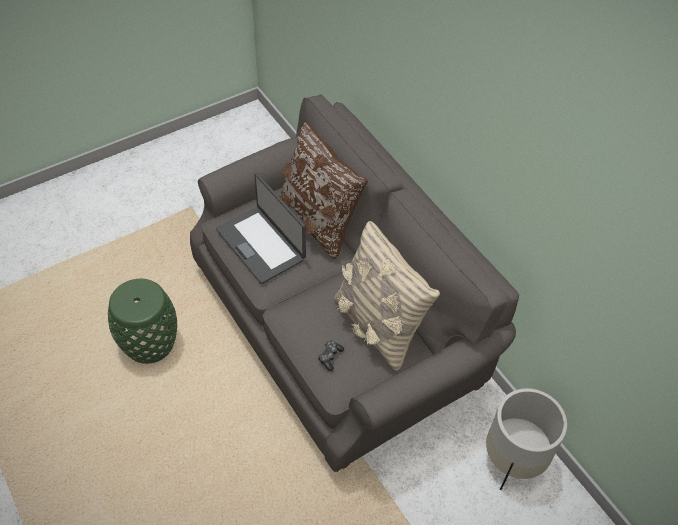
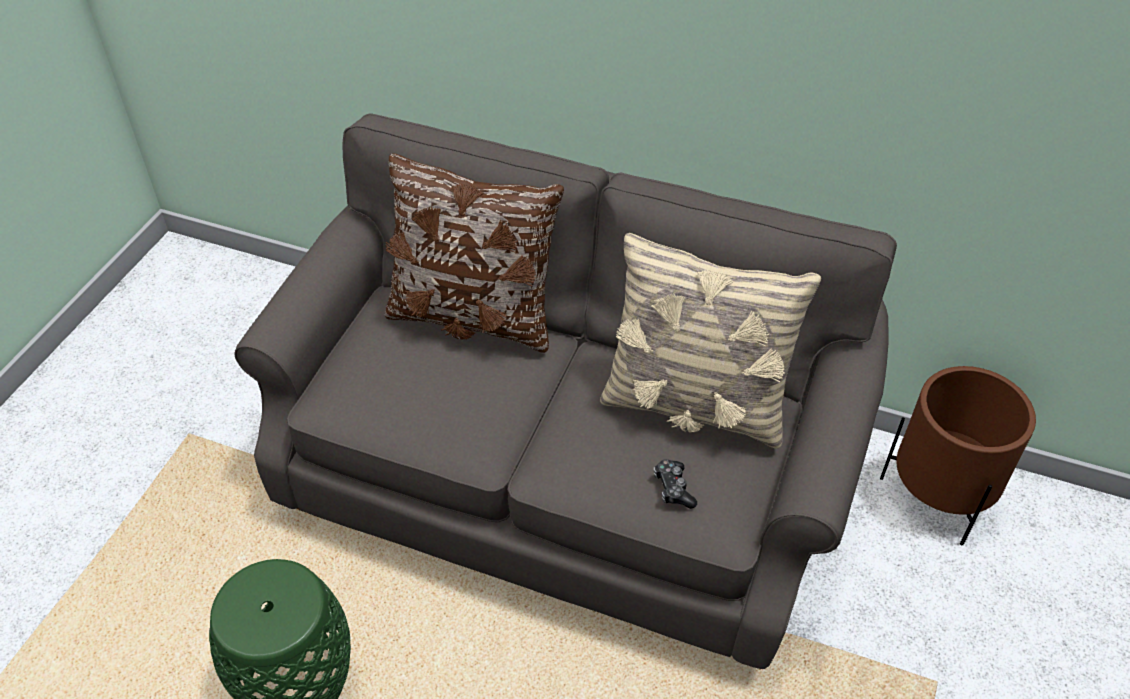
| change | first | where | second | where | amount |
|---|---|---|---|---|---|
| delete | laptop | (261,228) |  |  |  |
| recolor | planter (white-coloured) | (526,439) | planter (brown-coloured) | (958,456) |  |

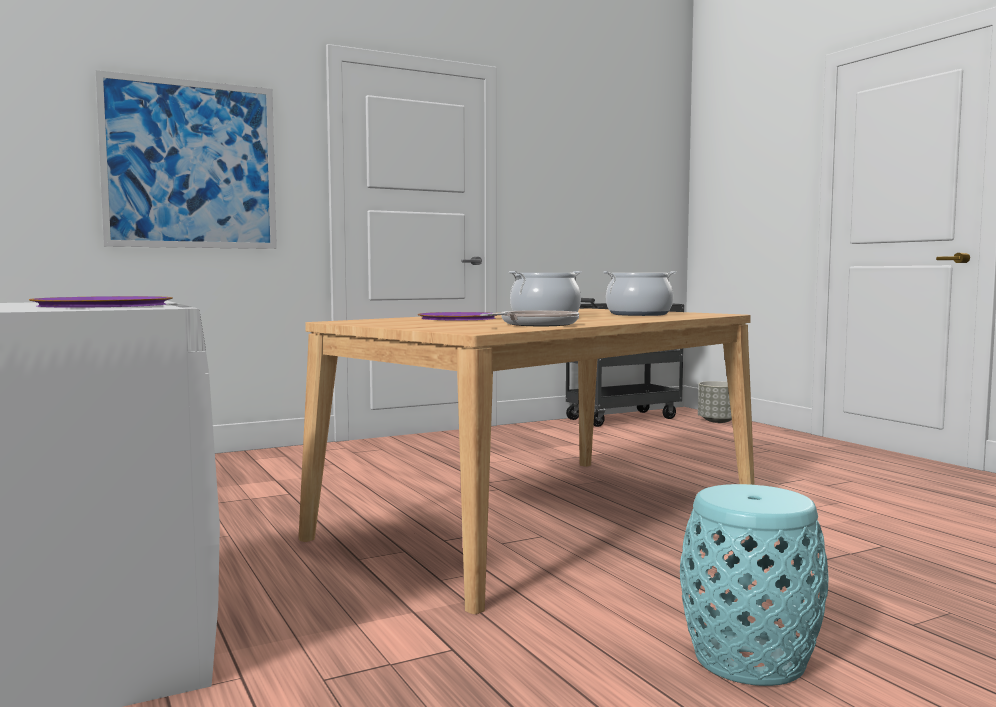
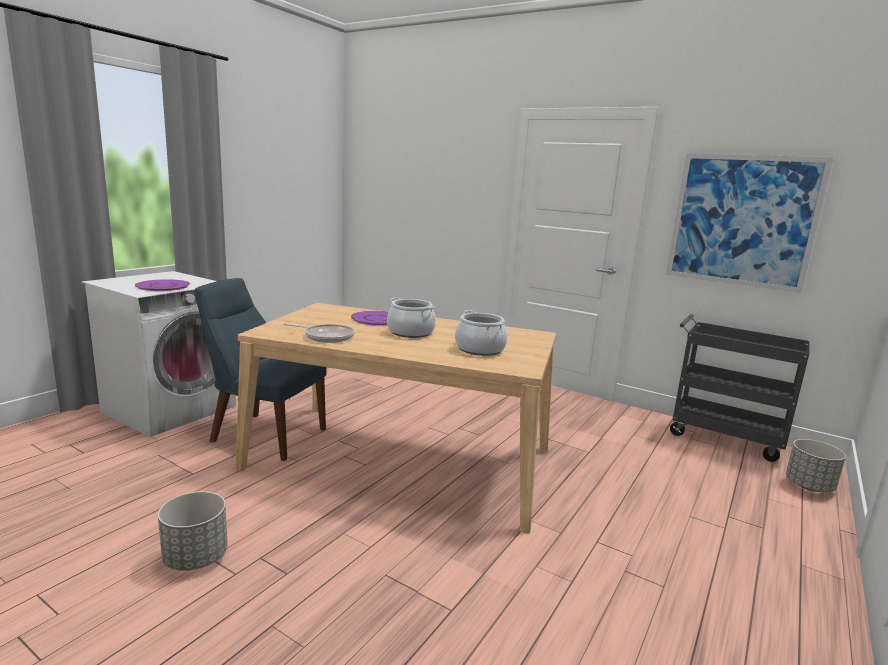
| change | first | where | second | where | amount |
|---|---|---|---|---|---|
| move | picture | (186,159) |  | (749,223) |  |
| replace | stool (turquoise) | (754,585) | planter (greyish) | (193,531) |  |
| insert |  |  | chair (bluish) | (261,369) |  |

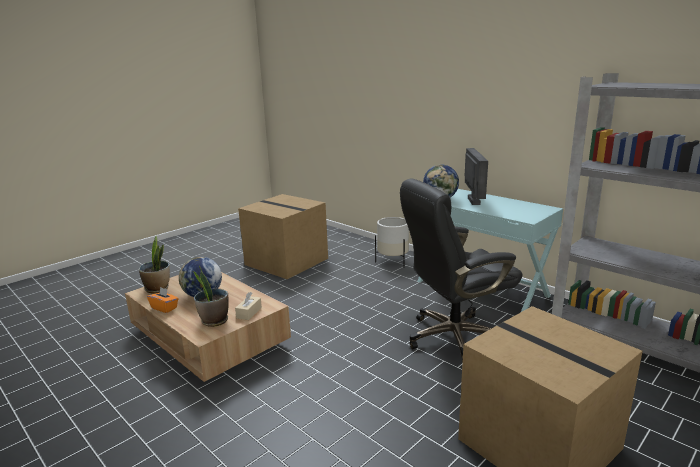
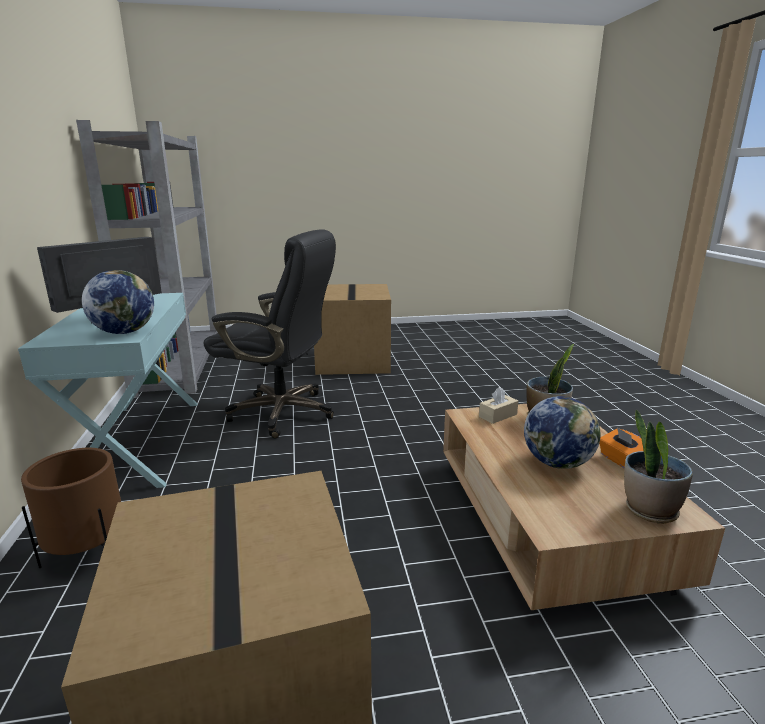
| change | first | where | second | where | amount |
|---|---|---|---|---|---|
| recolor | planter (white-coloured) | (392,242) | planter (brown-coloured) | (71,508) |  |

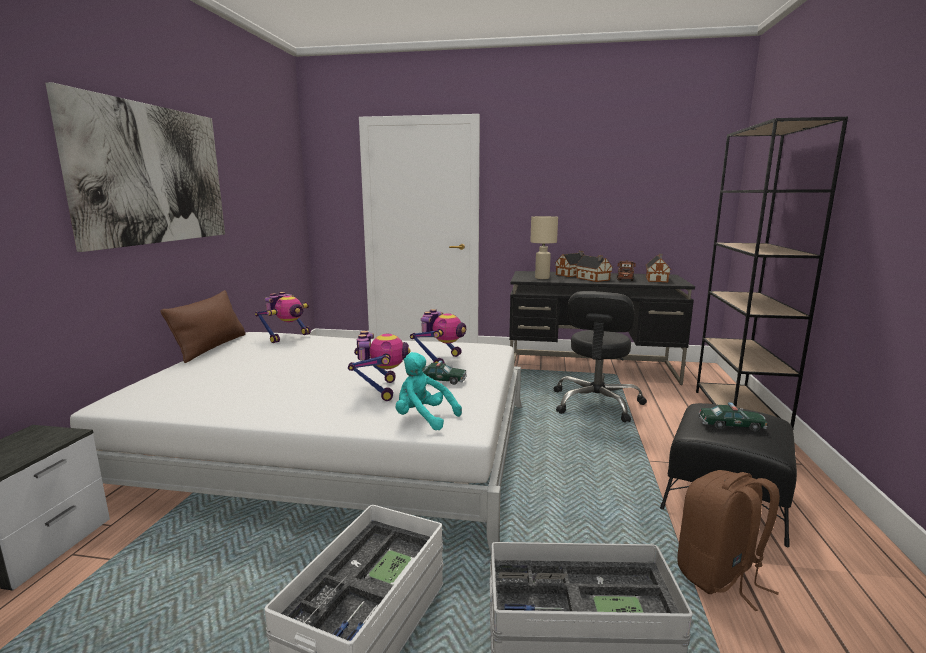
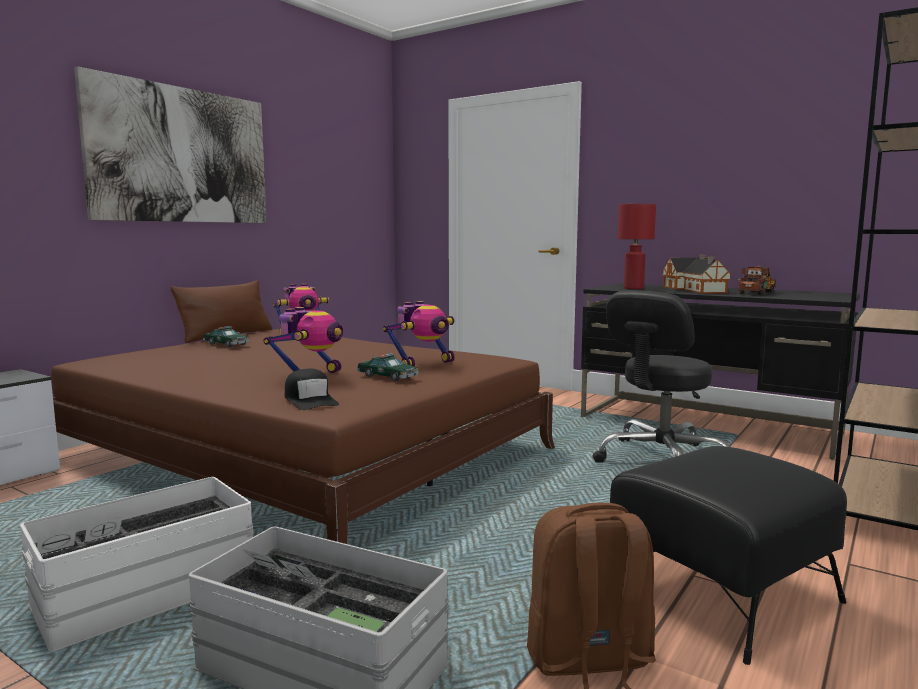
| change | first | where | second | where | amount |
|---|---|---|---|---|---|
| recolor | tabletop lamp (sand-coloured) | (544,247) | tabletop lamp (reddish) | (637,246) |  |
| delete | miniature house | (658,268) |  |  |  |
| recolor | bed (white-coloured) | (296,442) | bed (brown-coloured) | (303,436) |  |
| replace | soft toy (turquoise) | (429,391) | baseball cap (black-coloured) | (312,389) |  |
| move | model car | (733,416) |  | (226,336) |  |

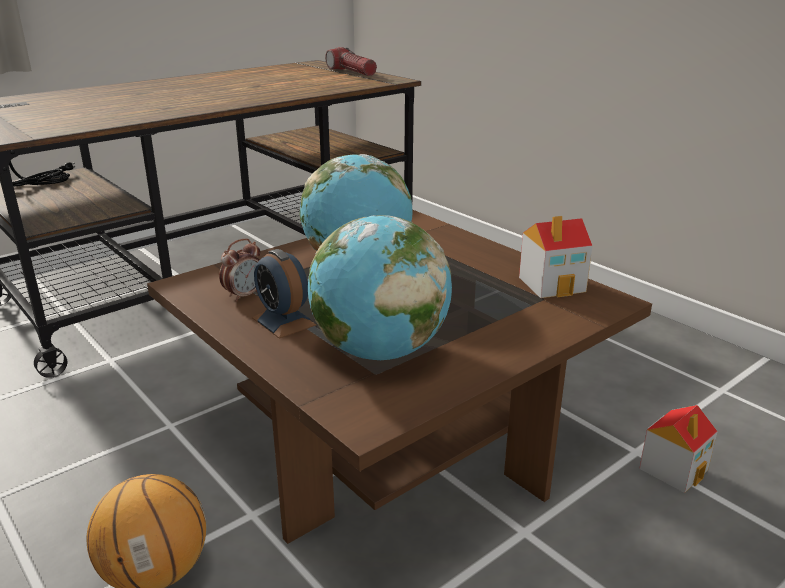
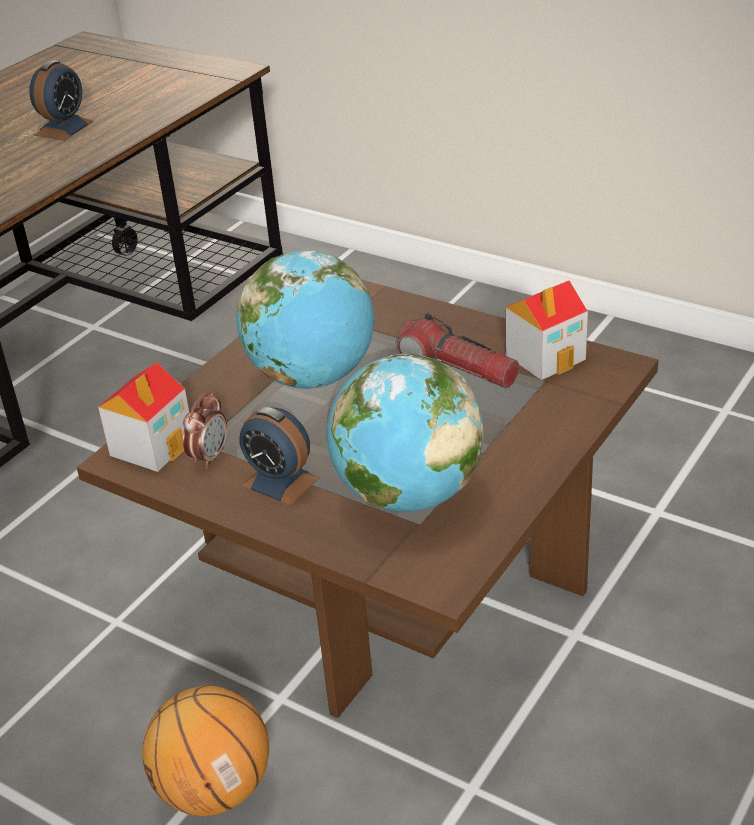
| change | first | where | second | where | amount |
|---|---|---|---|---|---|
| move | hand torch | (351,61) |  | (458,350) |  |
| move | miniature house | (678,449) |  | (143,417) |  |
| insert |  |  | bedside clock | (61,100) |  |

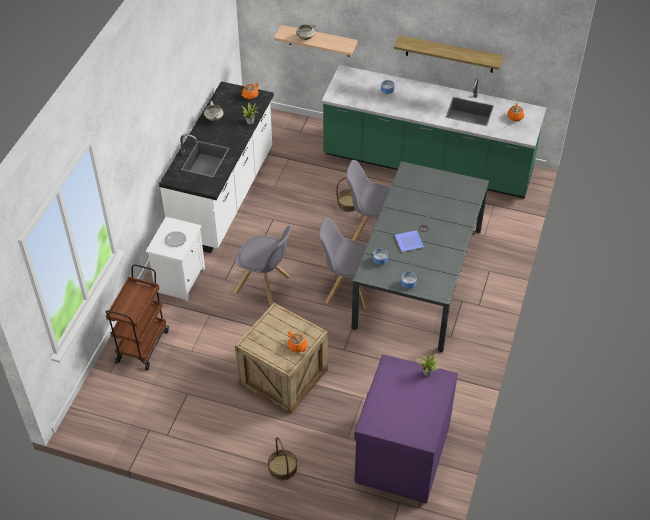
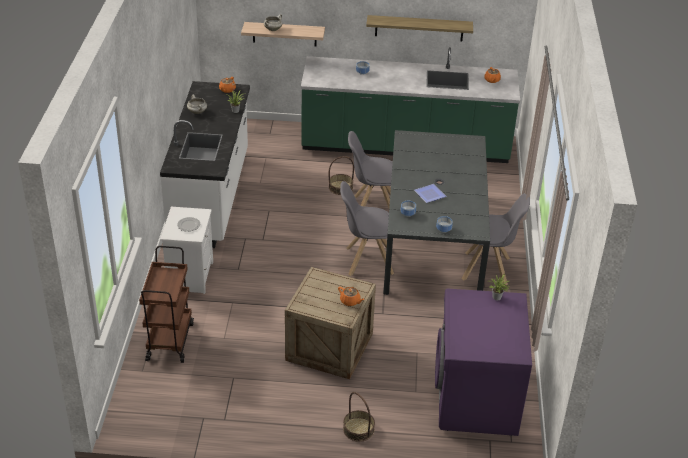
| change | first | where | second | where | amount |
|---|---|---|---|---|---|
| move | chair (greyish) | (263,265) |  | (495,239) |  |

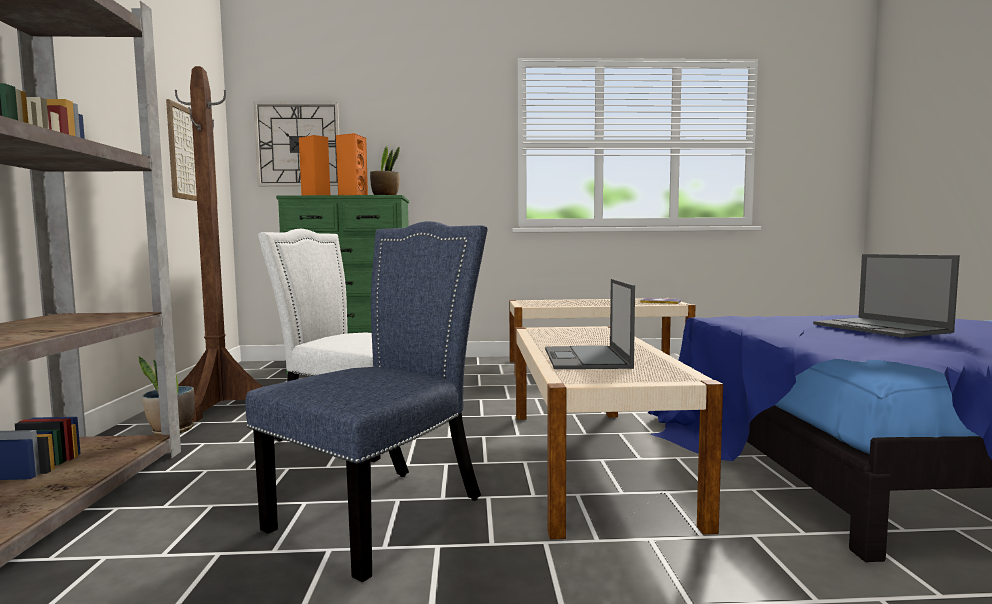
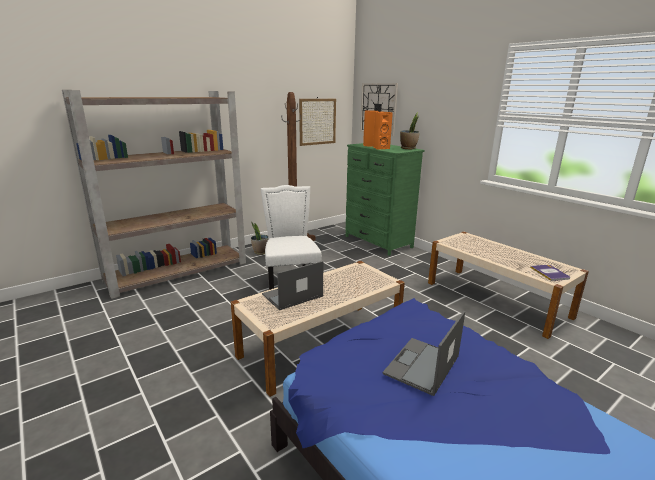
| change | first | where | second | where | amount |
|---|---|---|---|---|---|
| delete | chair (bluish) | (366,401) |  |  |  |

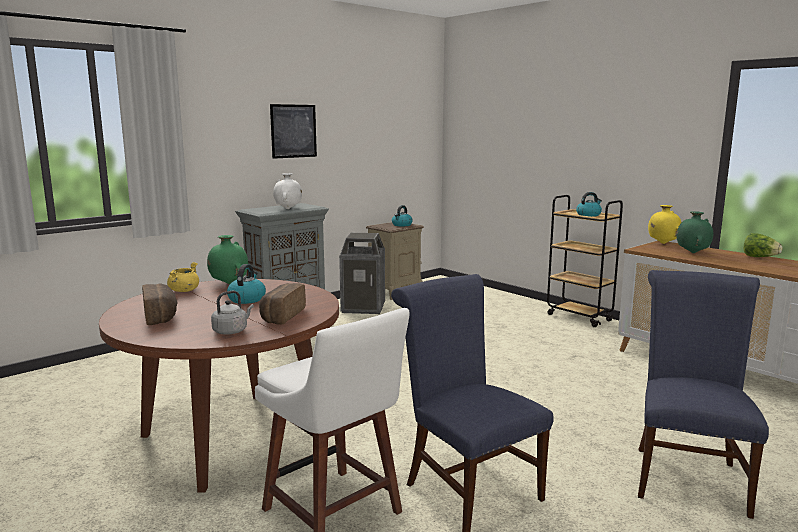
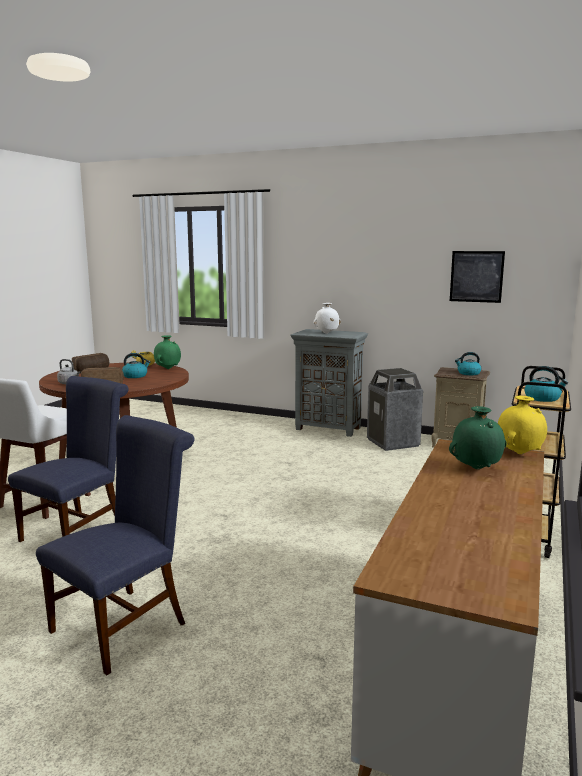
| change | first | where | second | where | amount |
|---|---|---|---|---|---|
| move | picture | (293,131) |  | (477,277) |  |
| delete | lettuce head | (763,245) |  |  |  |
| rotate | chair (bluish) | (703,394) |  | (115,545) | 45 degrees counterclockwise |

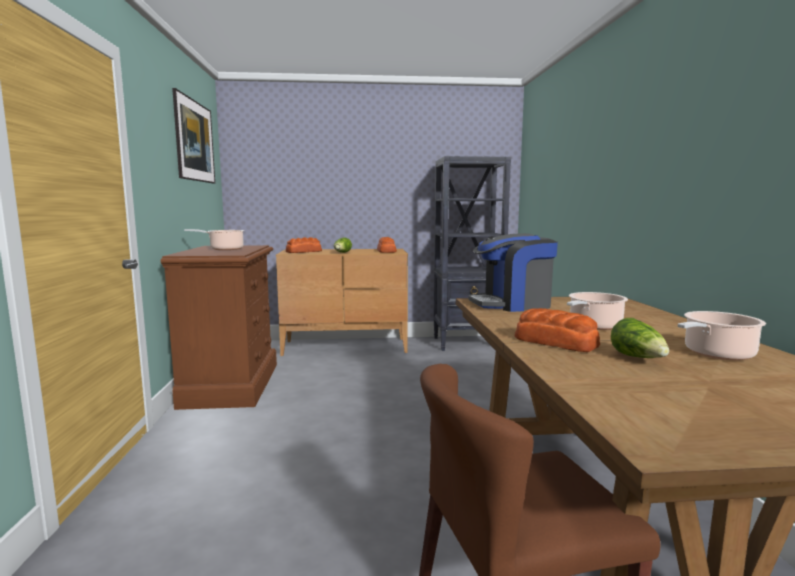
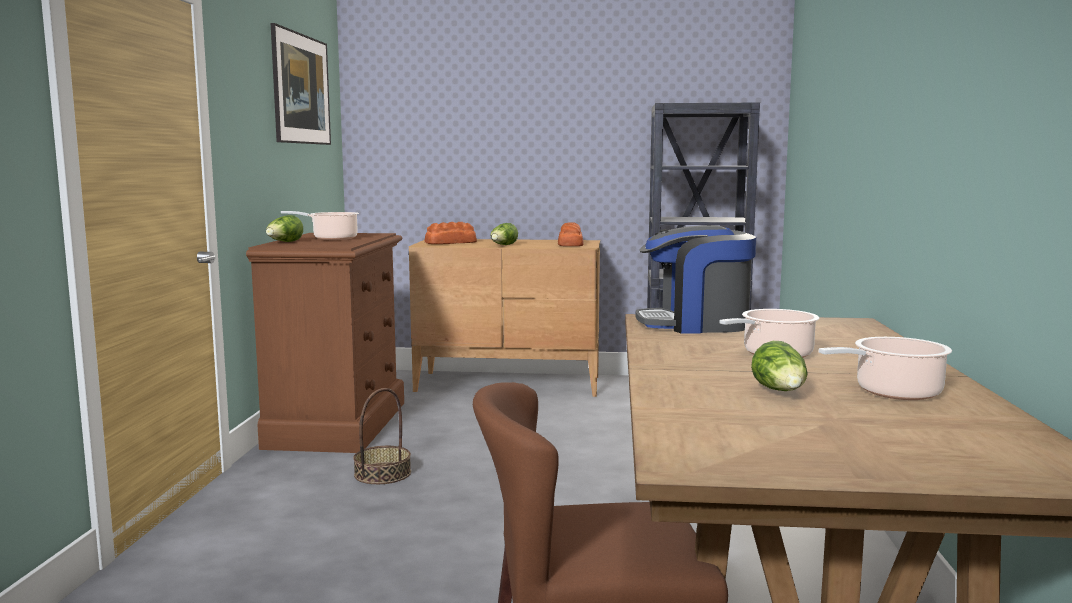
| change | first | where | second | where | amount |
|---|---|---|---|---|---|
| delete | baked bread | (557,330) |  |  |  |
| insert |  |  | lettuce head | (284,228) |  |
| insert |  |  | household basket | (382,436) |  |

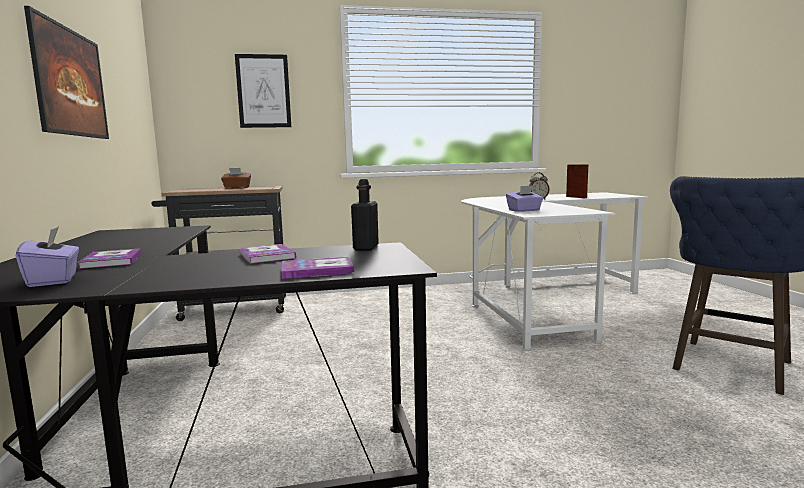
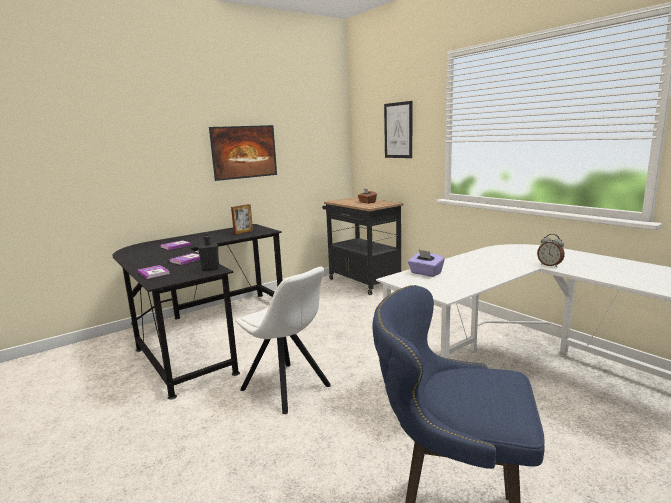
| change | first | where | second | where | amount |
|---|---|---|---|---|---|
| move | standing frame | (577,181) |  | (242,219) |  |
| delete | box of tissues (purple-coloured) | (47,256) |  |  |  |
| insert |  |  | chair (white-coloured) | (283,340) |  |

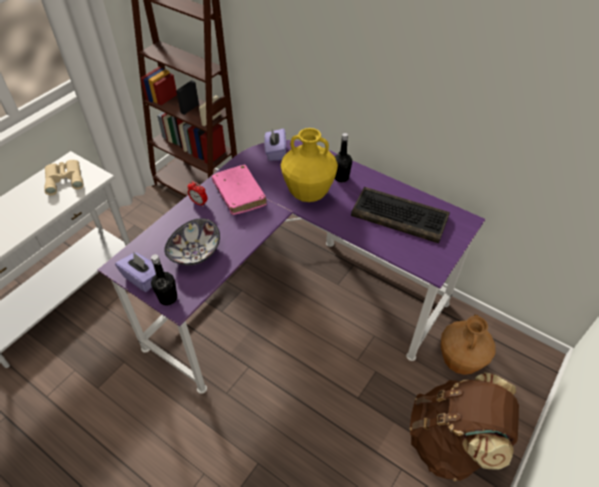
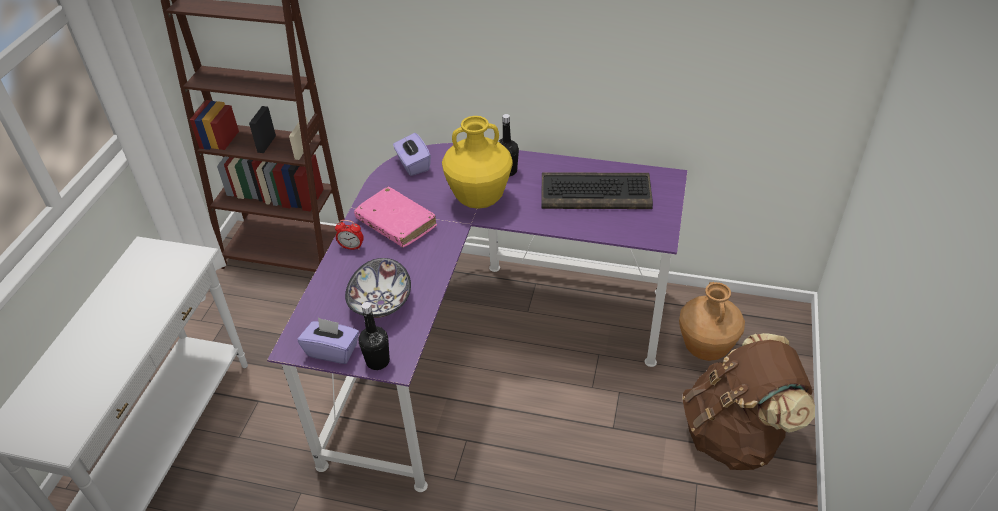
| change | first | where | second | where | amount |
|---|---|---|---|---|---|
| delete | pair of binoculars (sand-coloured) | (64,177) |  |  |  |

